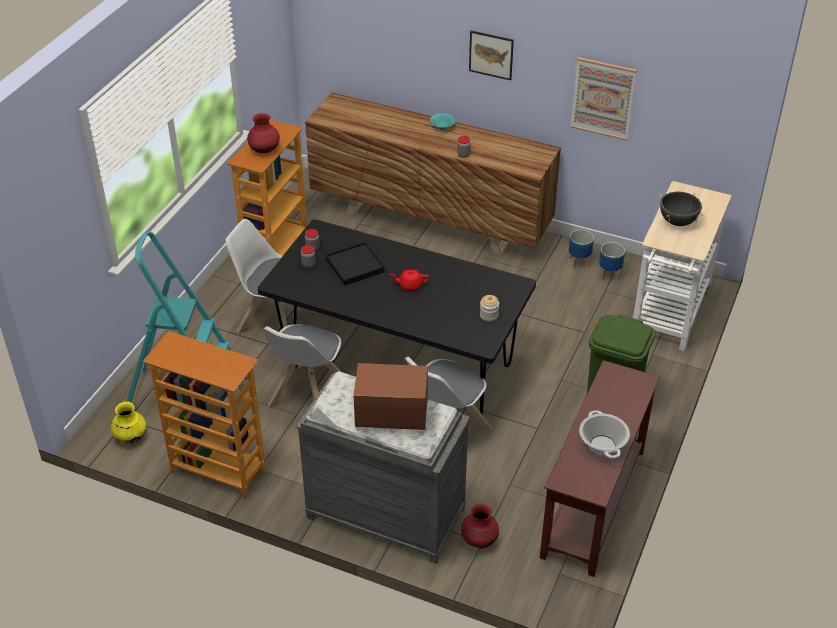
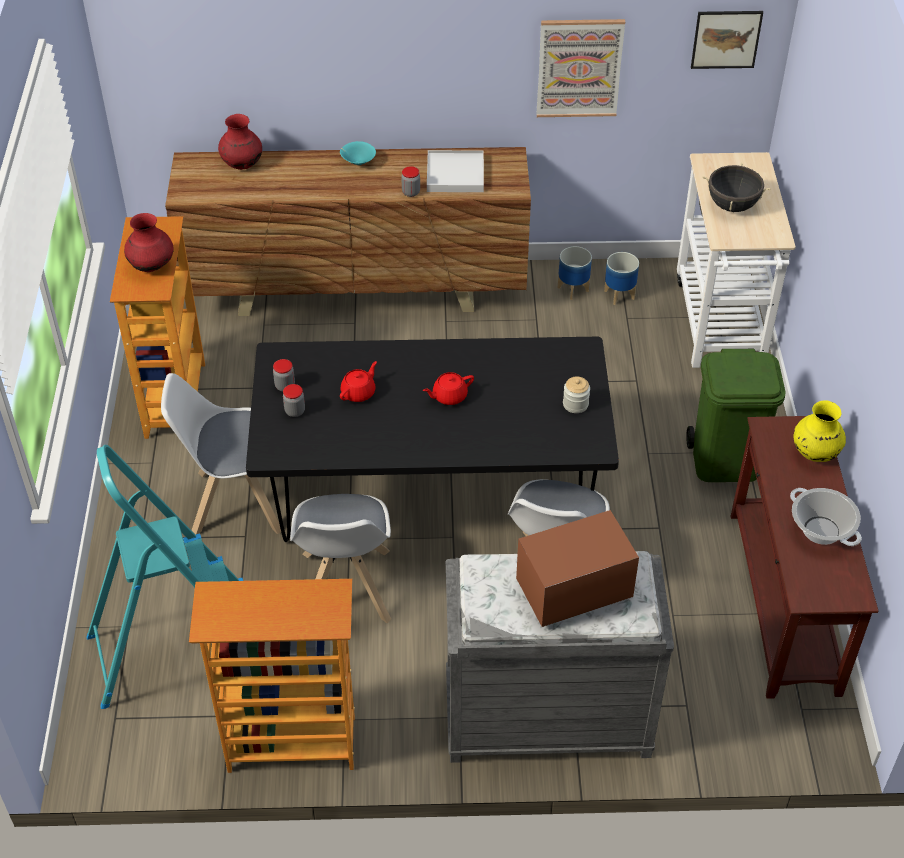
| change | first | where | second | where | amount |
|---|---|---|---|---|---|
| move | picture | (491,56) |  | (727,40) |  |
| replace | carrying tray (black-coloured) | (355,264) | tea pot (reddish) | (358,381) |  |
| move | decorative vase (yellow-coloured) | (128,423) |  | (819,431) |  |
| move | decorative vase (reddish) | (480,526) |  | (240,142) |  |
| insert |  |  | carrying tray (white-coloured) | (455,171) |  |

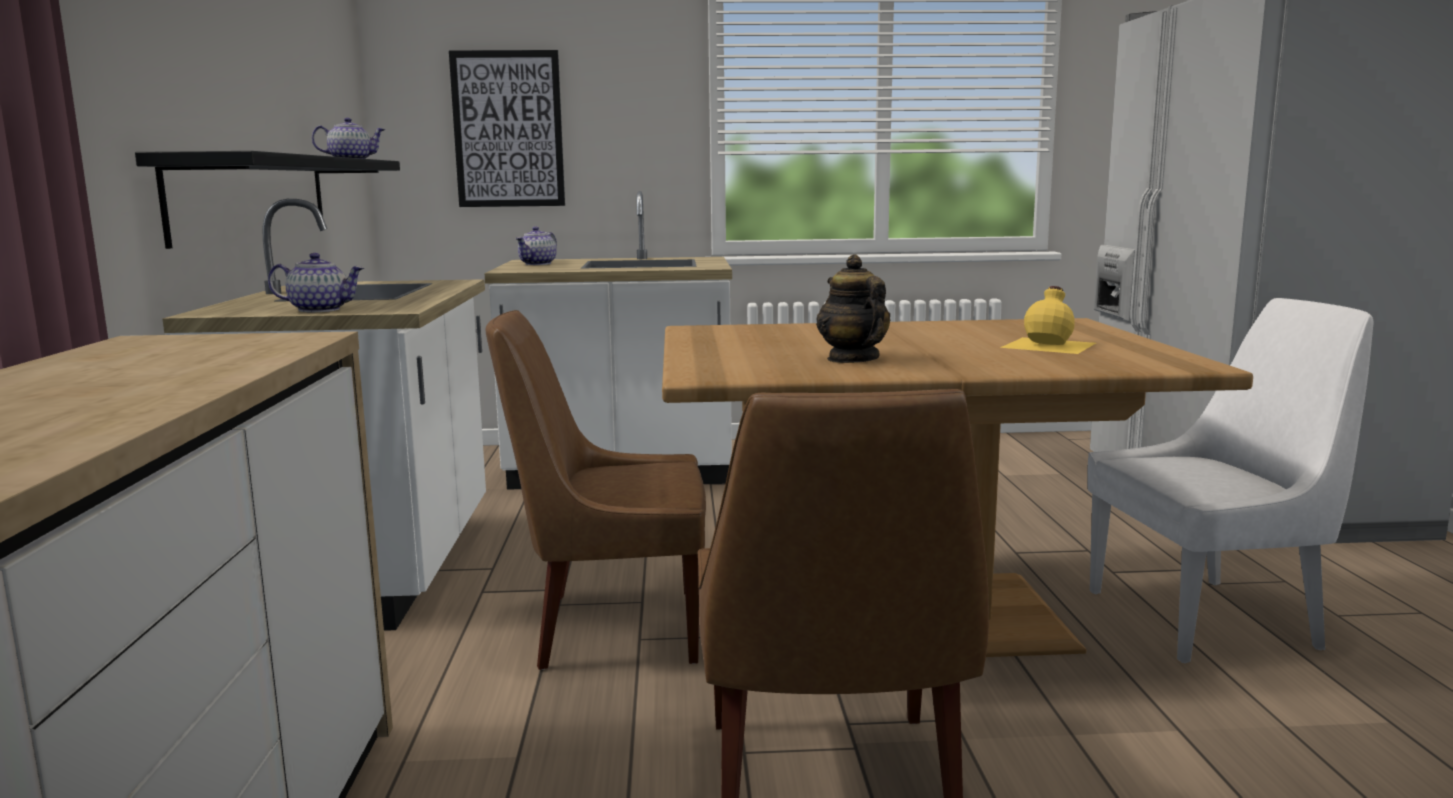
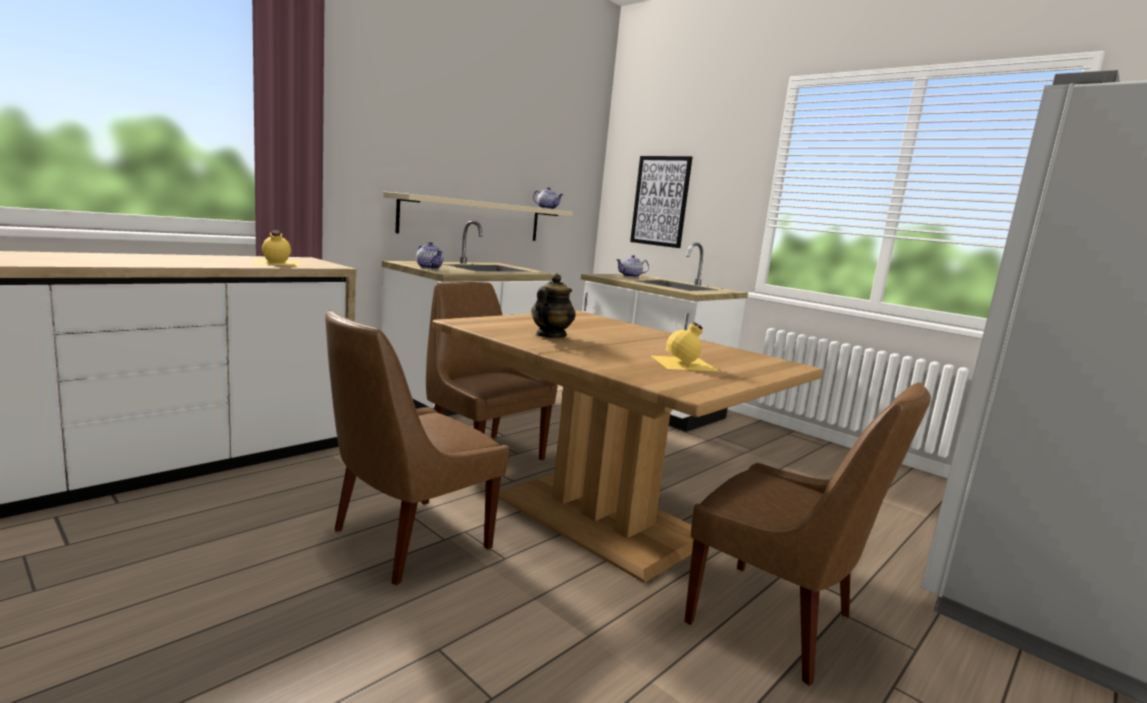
| change | first | where | second | where | amount |
|---|---|---|---|---|---|
| recolor | bracket shelf (black-coloured) | (267,200) | bracket shelf (sand-coloured) | (478,216) |  |
| recolor | chair (white-coloured) | (1230,480) | chair (brown-coloured) | (808,534) |  |
| insert |  |  | beverage bottle (yellow-coloured) | (275,248) |  |

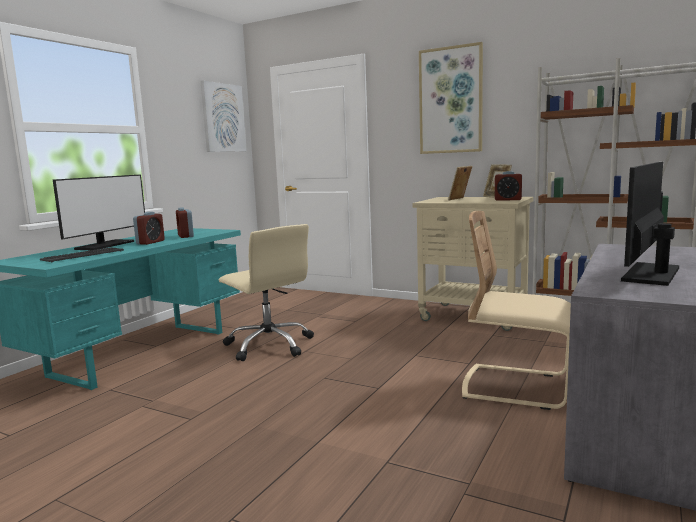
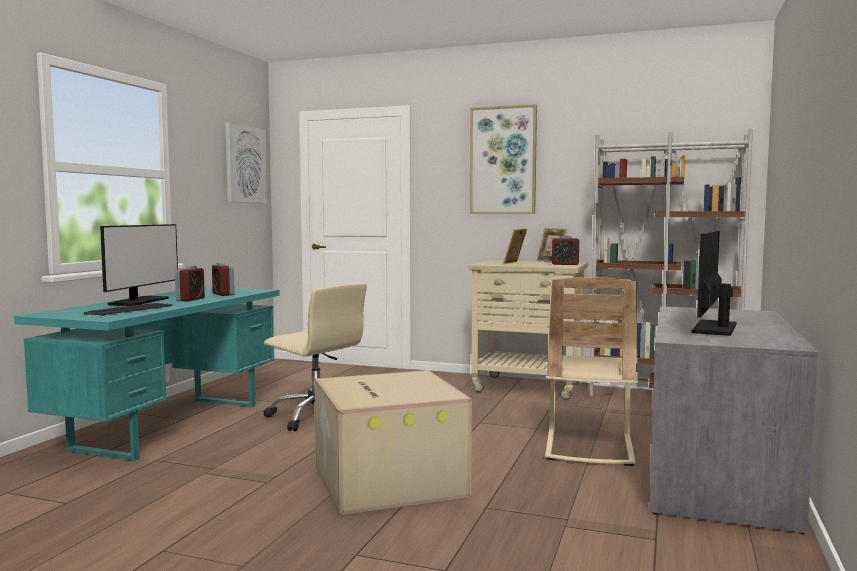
| change | first | where | second | where | amount |
|---|---|---|---|---|---|
| rotate | chair (sand-coloured) | (516,310) |  | (591,371) | 90 degrees counterclockwise |
| insert |  |  | cardboard box | (393,442) |  |

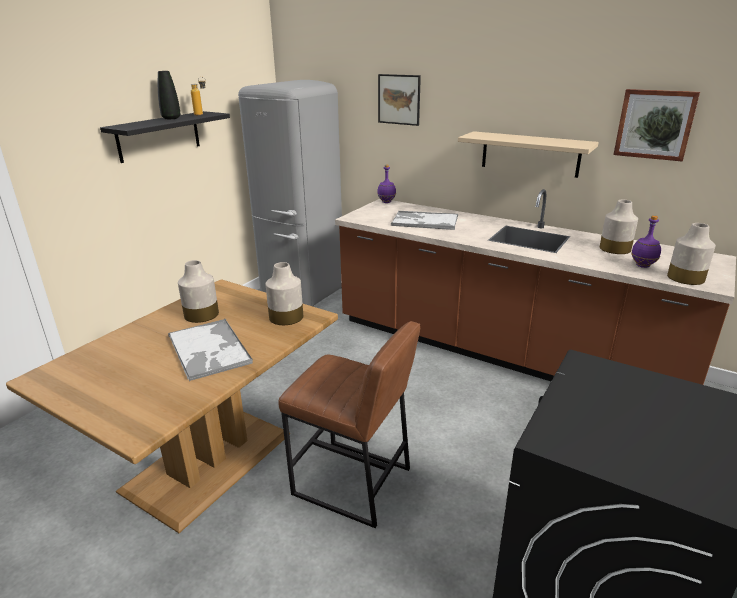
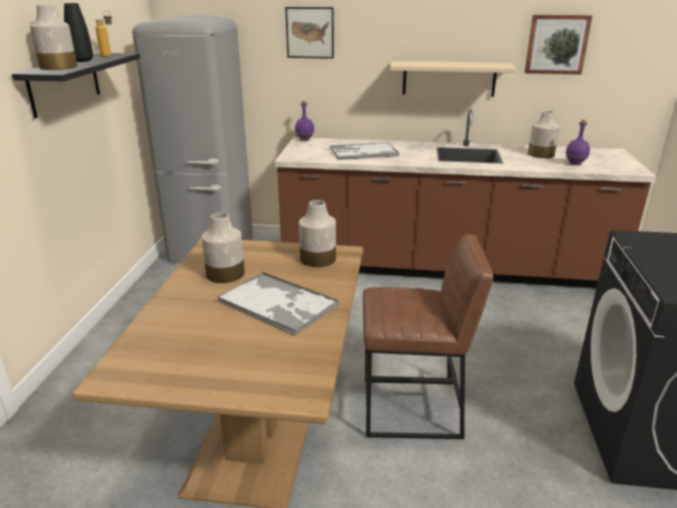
| change | first | where | second | where | amount |
|---|---|---|---|---|---|
| move | decorative vase (sand-coloured) | (691,254) |  | (53,37) |  |

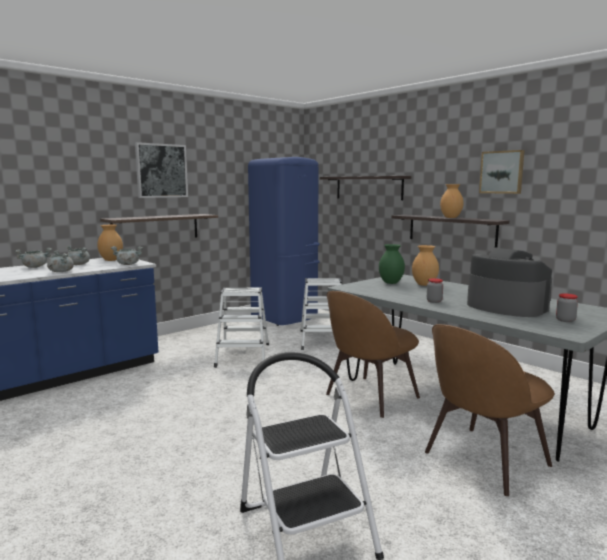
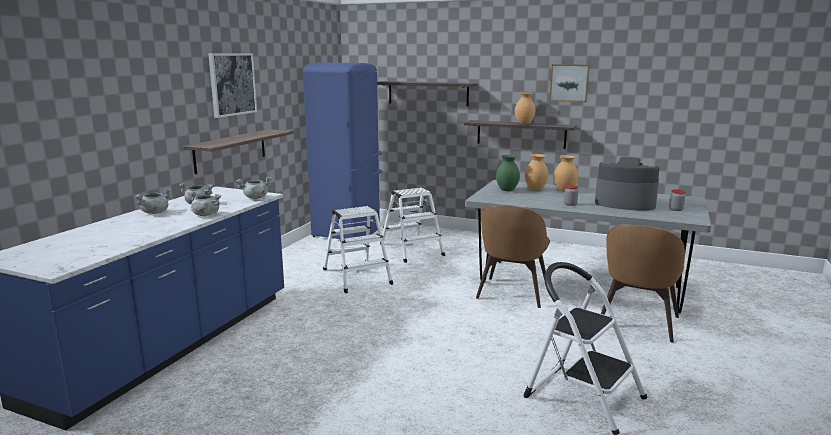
| change | first | where | second | where | amount |
|---|---|---|---|---|---|
| move | decorative vase (brown-coloured) | (110,243) |  | (566,173) |  |

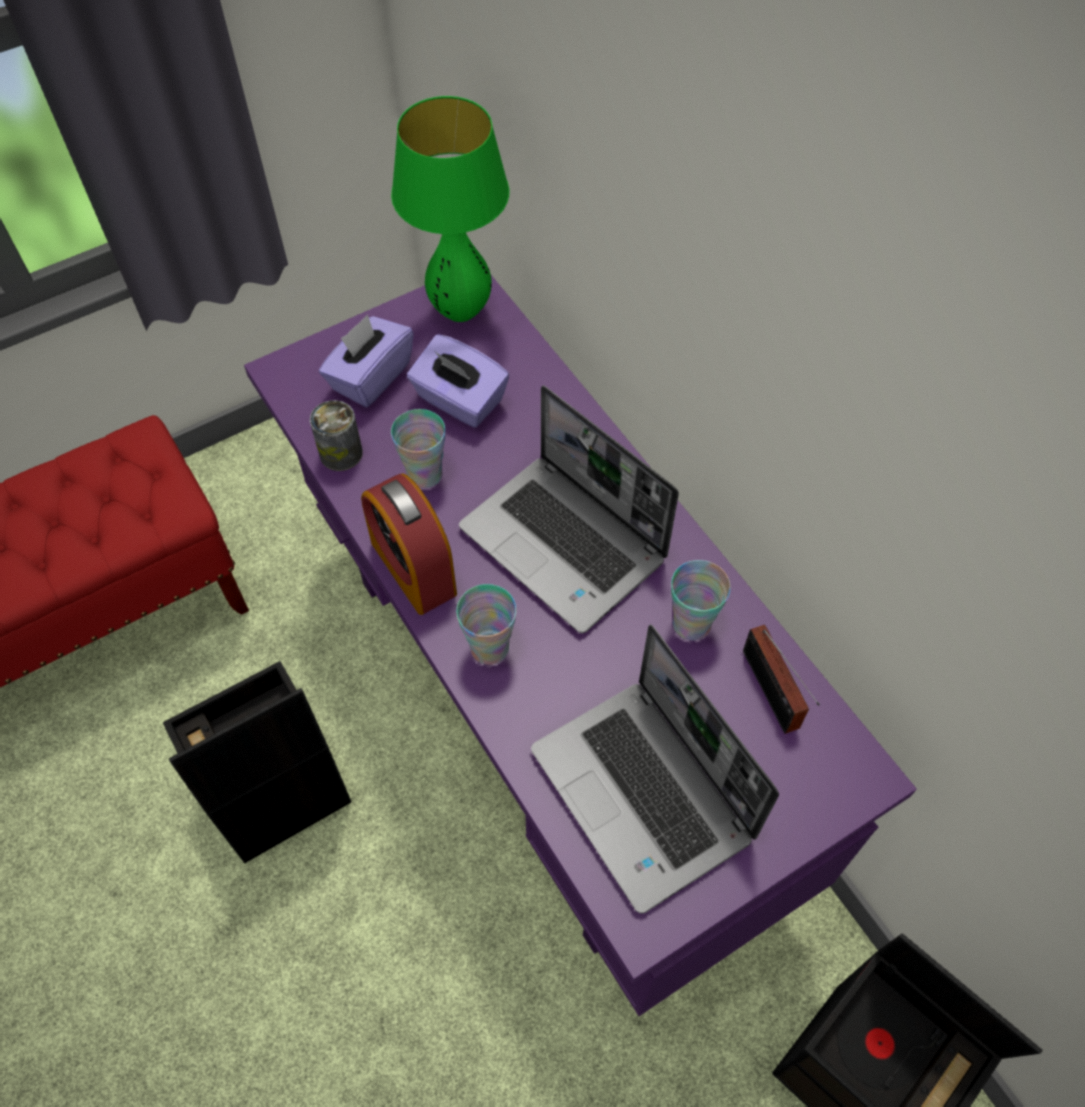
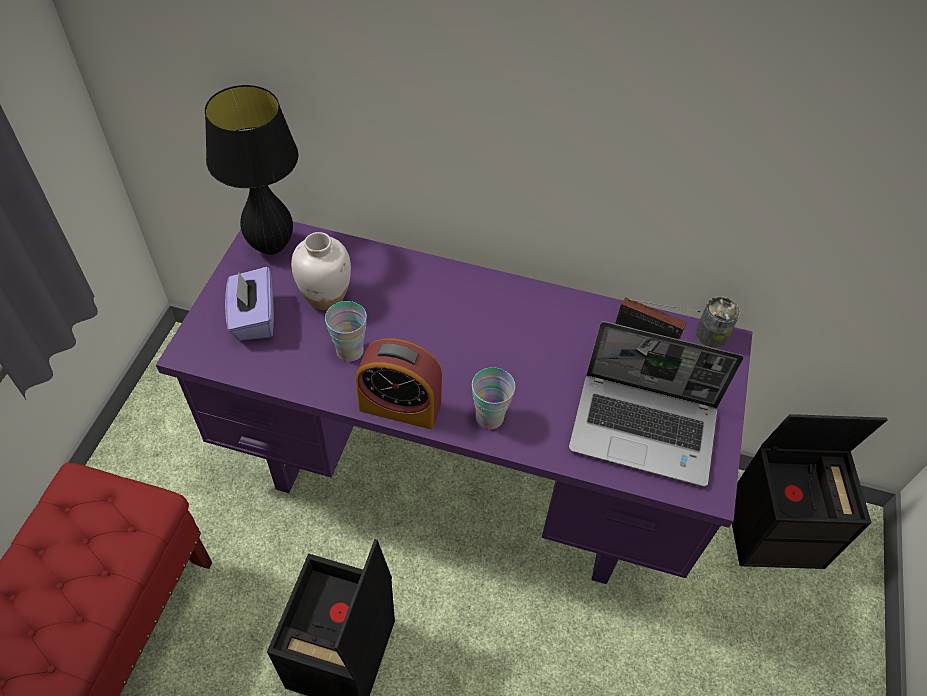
| change | first | where | second | where | amount |
|---|---|---|---|---|---|
| recolor | tabletop lamp (green) | (450,209) | tabletop lamp (black-coloured) | (251,170) |  |
| replace | box of tissues (purple-coloured) | (458,381) | decorative vase (white-coloured) | (321,271) |  |
| delete | laptop | (569,509) |  |  |  |
| move | sealed can | (336,435) |  | (717,322) |  |
| delete | drinking cup | (701,600) |  |  |  |

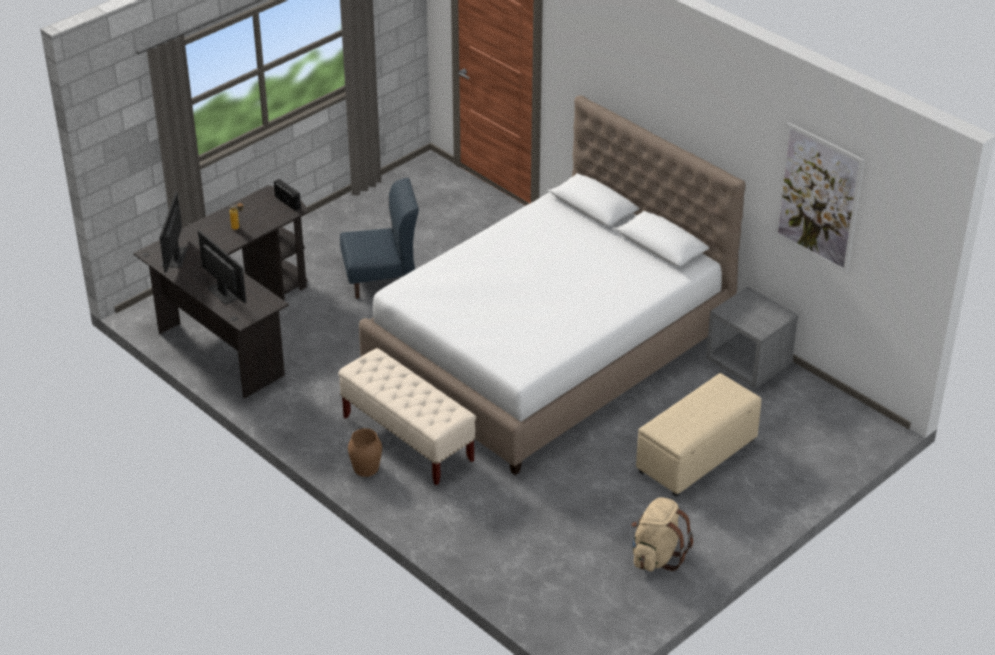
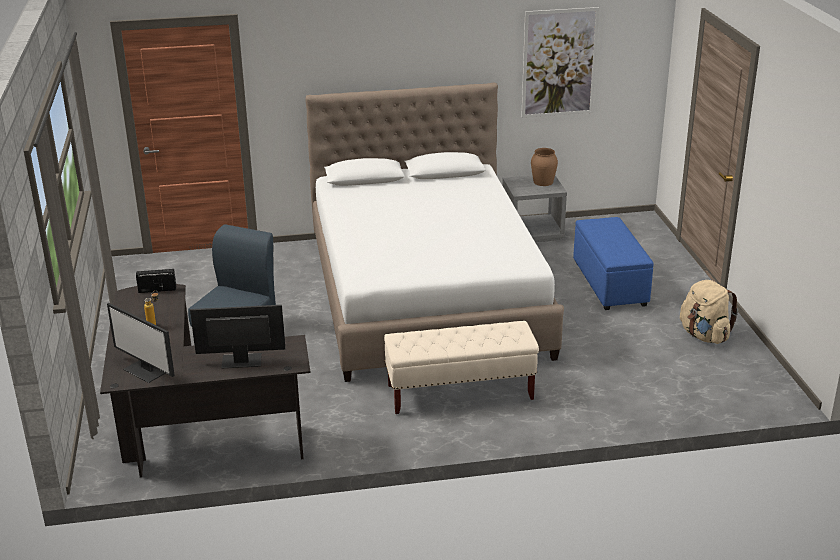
| change | first | where | second | where | amount |
|---|---|---|---|---|---|
| recolor | footrest (sand-coloured) | (698,435) | footrest (bluish) | (613,263) |  |
| move | decorative vase (brown-coloured) | (365,452) |  | (544,167) |  |

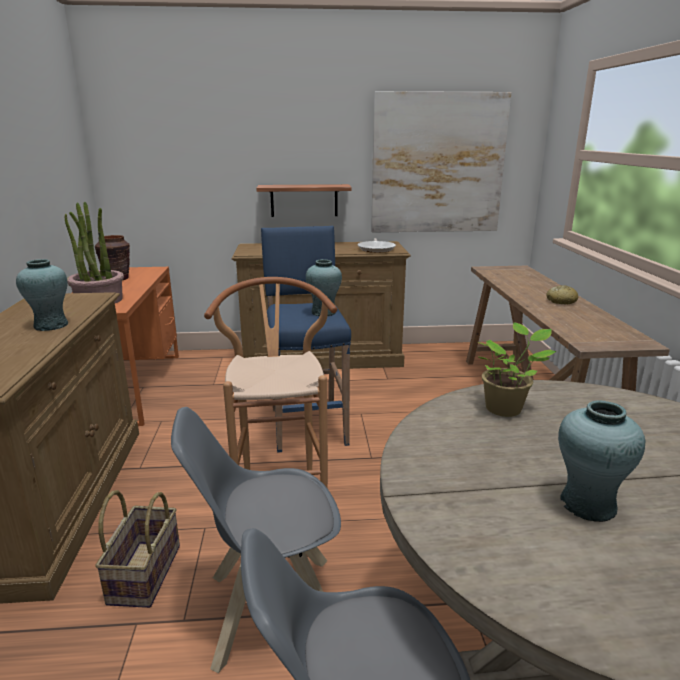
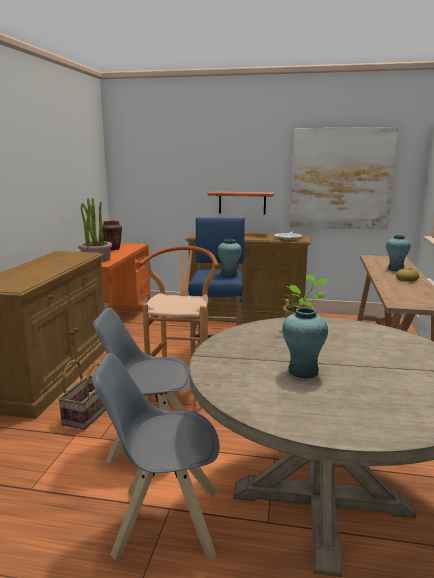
| change | first | where | second | where | amount |
|---|---|---|---|---|---|
| move | decorative vase (turquoise) | (42,295) |  | (398,253) |  |

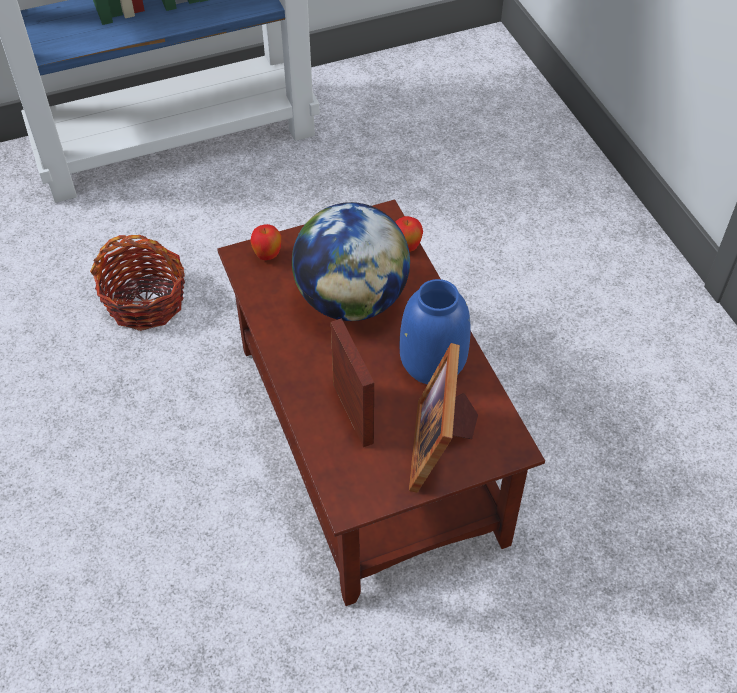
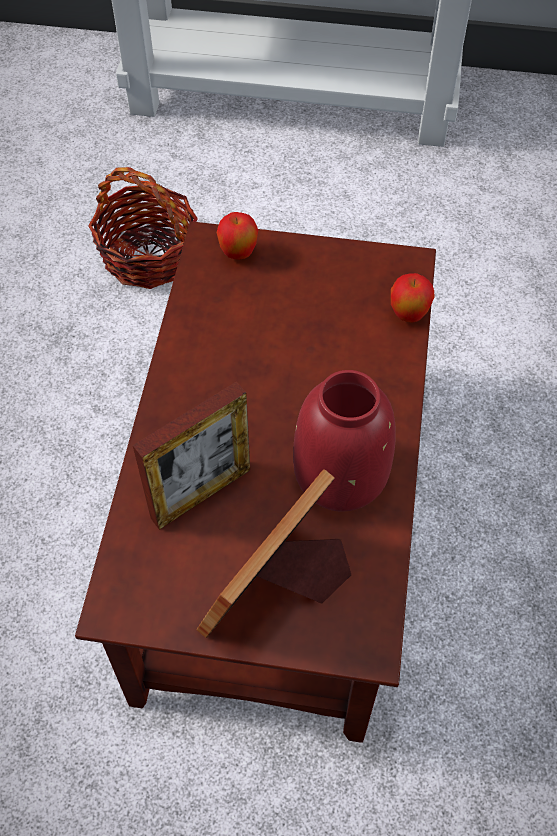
| change | first | where | second | where | amount |
|---|---|---|---|---|---|
| delete | desk globe | (351,261) |  |  |  |
| recolor | decorative vase (bluish) | (435,331) | decorative vase (reddish) | (344,441) |  |
| rotate | standing frame | (352,382) |  | (191,455) | 45 degrees clockwise |

